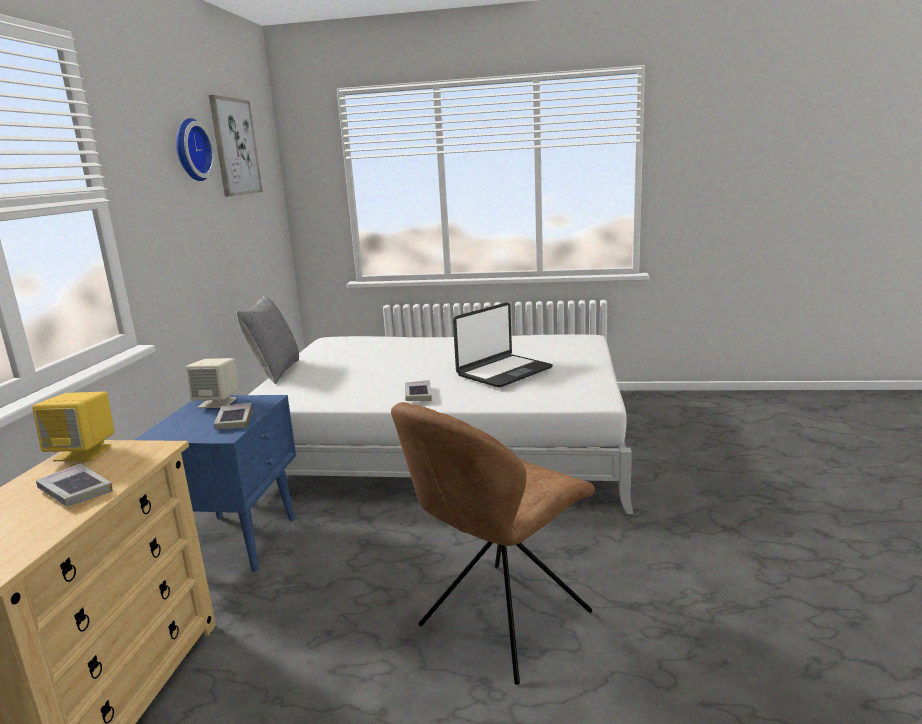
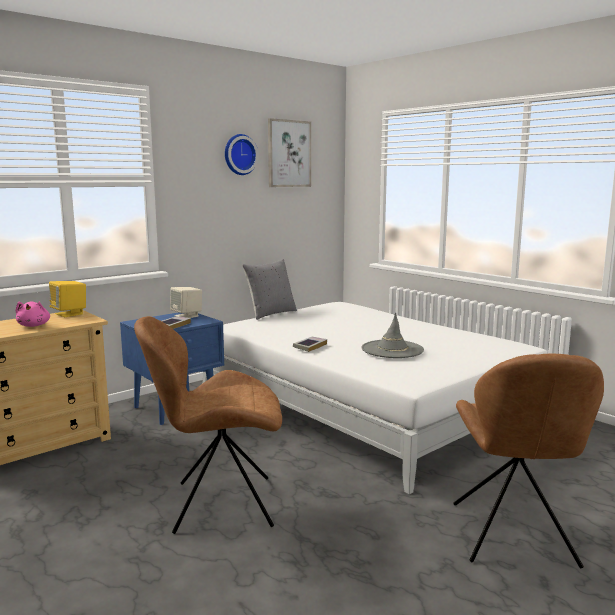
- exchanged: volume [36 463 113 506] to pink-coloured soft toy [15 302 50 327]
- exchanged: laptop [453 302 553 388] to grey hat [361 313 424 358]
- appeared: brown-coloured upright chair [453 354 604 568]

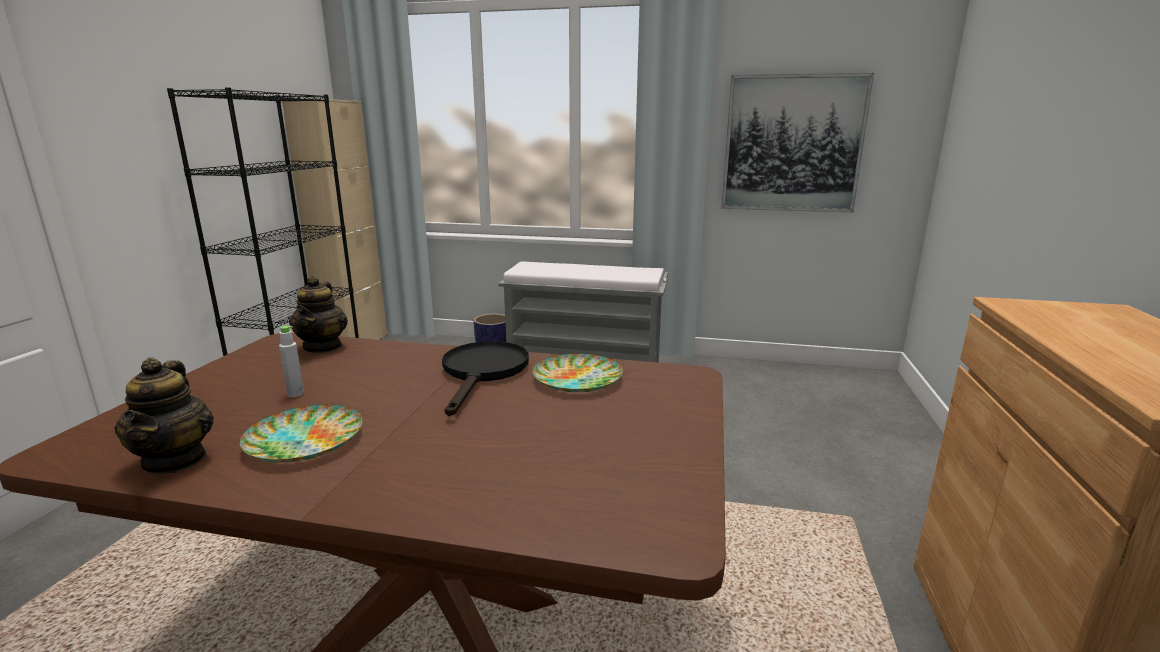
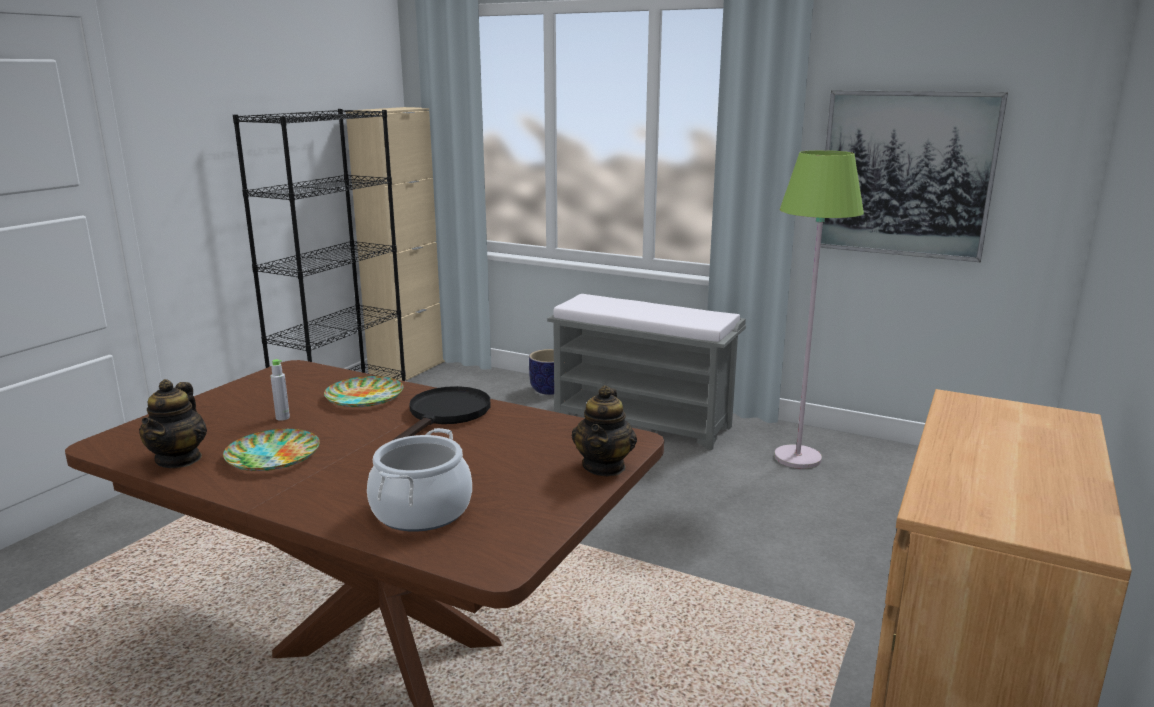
- relocated: pot for tea [289 276 348 353] to [572 385 637 476]
- relocated: flat dish [533 353 623 392] to [324 376 403 407]
- appeared: cooking pot [367 428 472 532]
- appeared: green-coloured floor lamp [774 150 864 469]

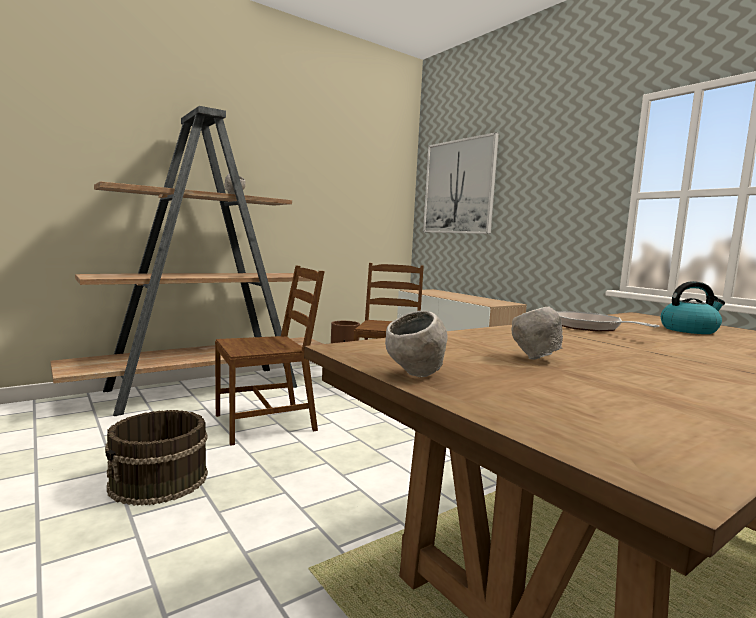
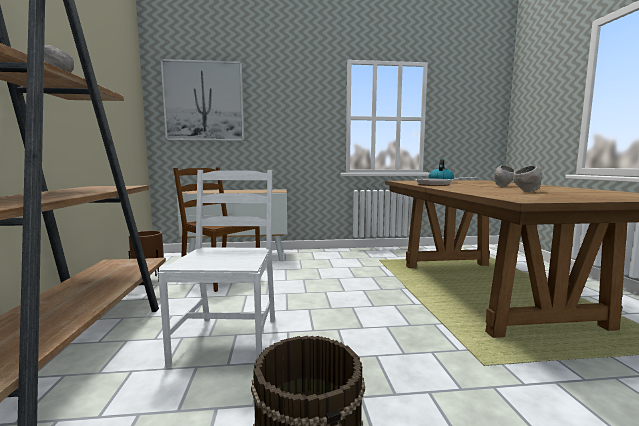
- colour: brown-coloured upright chair [215 266 325 446] to white upright chair [158 170 275 367]
- relocated: grey serving bowl [385 311 448 377] to [494 165 515 186]

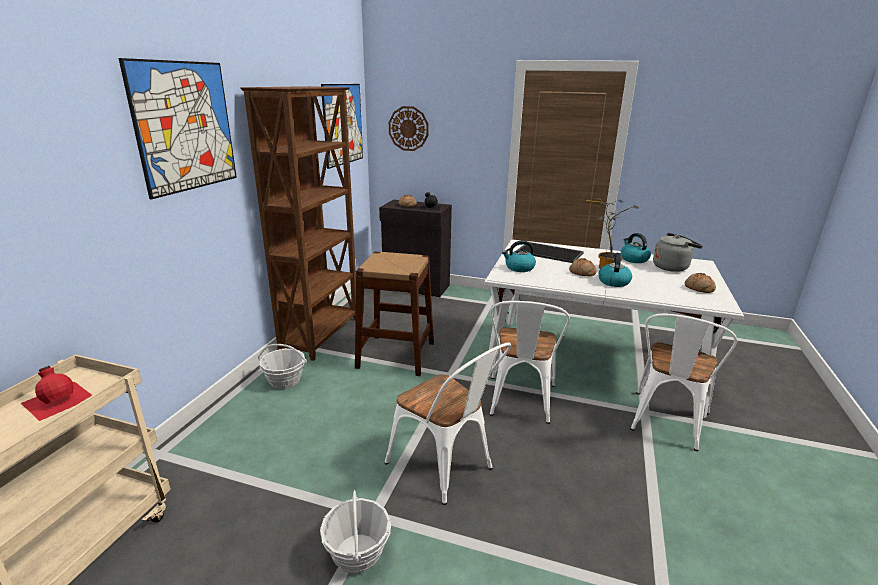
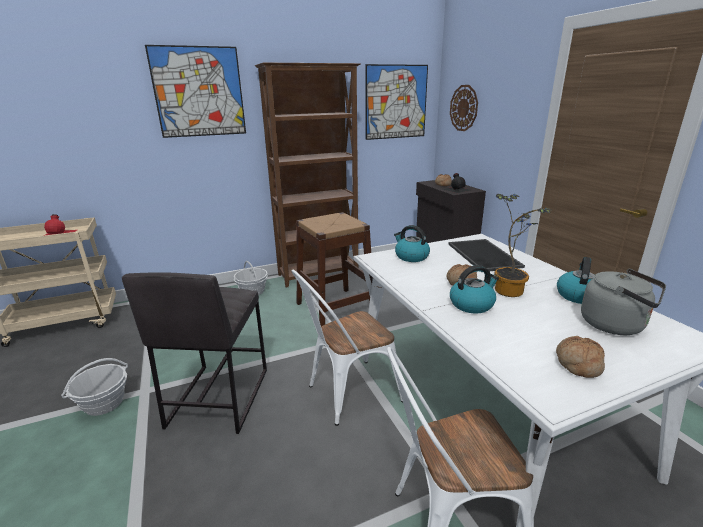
- exchanged: white upright chair [385 342 511 505] to grey sitting stool [122 273 267 434]

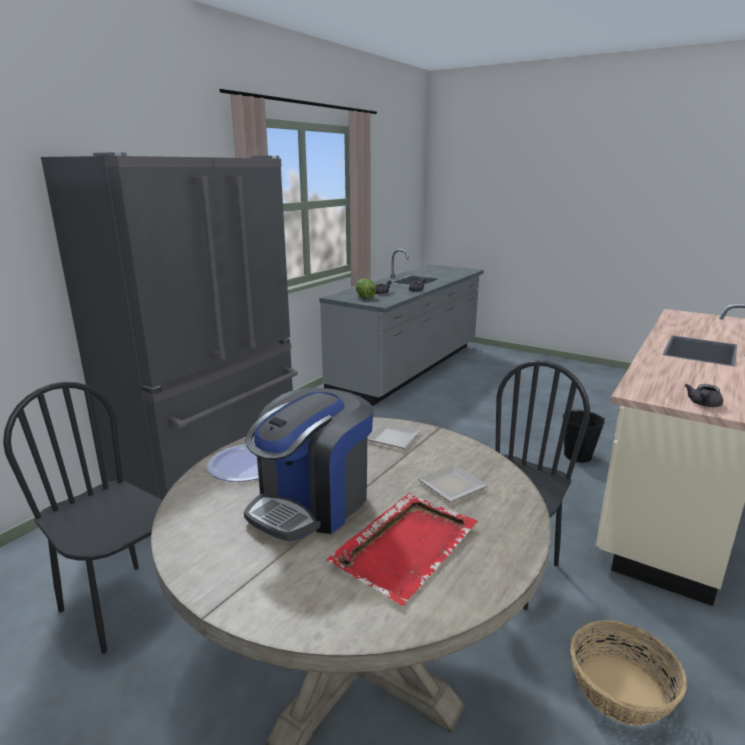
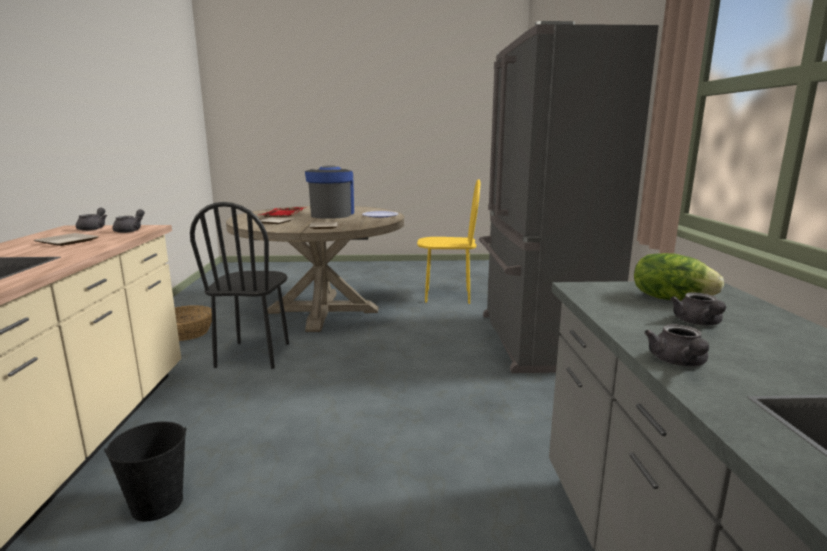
- colour: blackish upright chair [3 382 162 654] to yellow upright chair [417 179 480 304]
- appeared: flat dish [34 233 99 246]
- appeared: grey pot for tea [112 209 145 233]

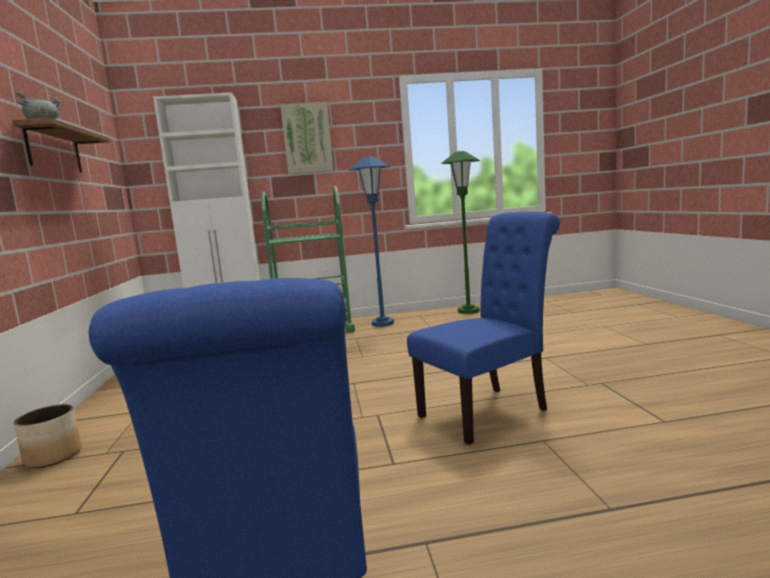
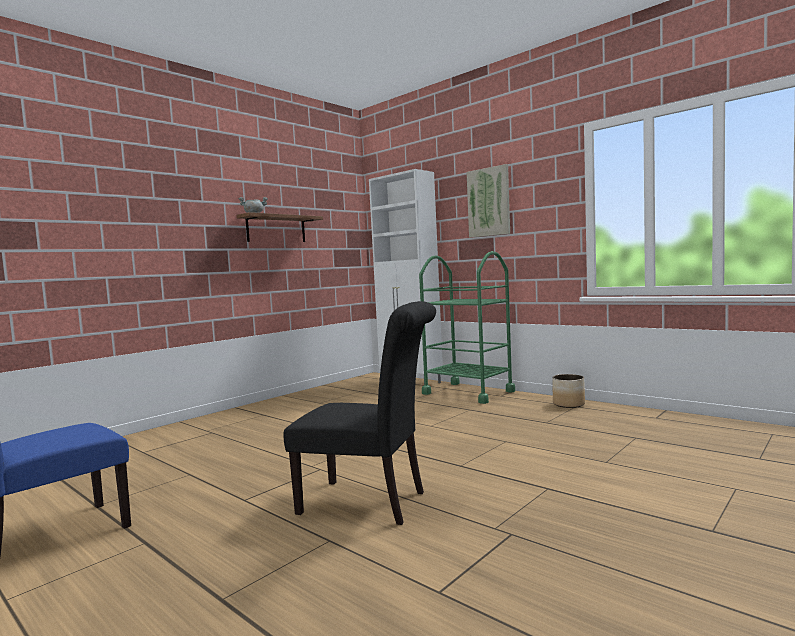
- relocated: plant pot [14 404 82 468] to [552 374 585 408]
- missing: bluish floor lamp [349 157 394 327]
- colour: bluish upright chair [407 212 560 445] to blackish upright chair [284 301 436 525]
- missing: green-coloured floor lamp [441 151 480 314]

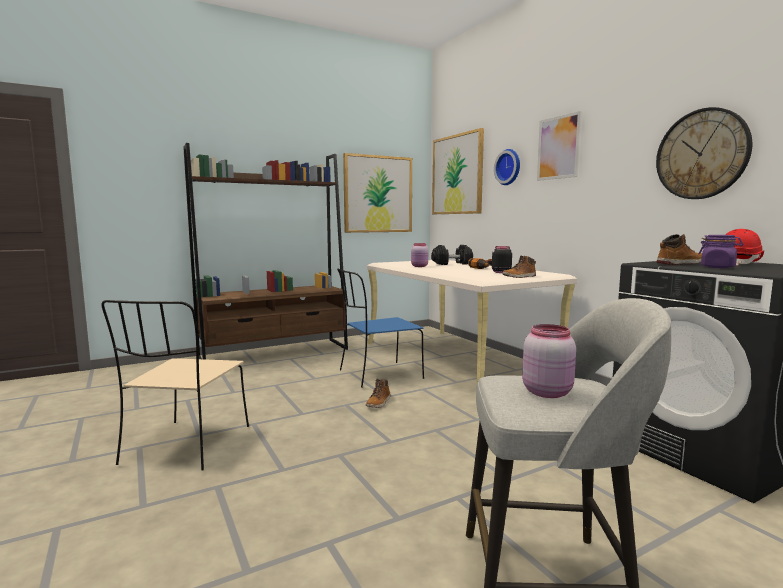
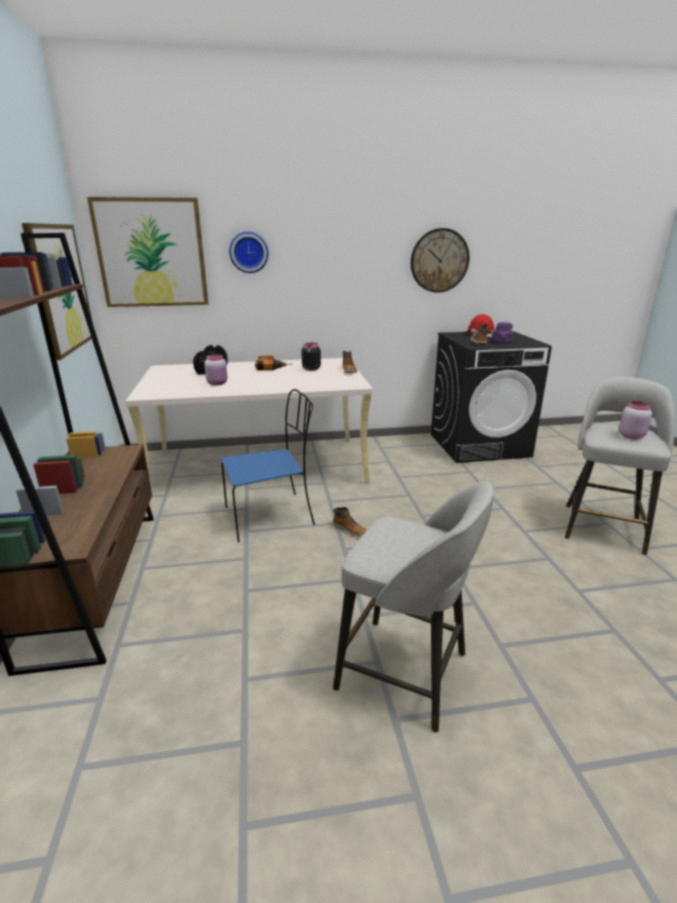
- exchanged: sand-coloured upright chair [102 300 249 471] to grey sitting stool [333 481 494 732]
- spun: bluish upright chair [337 269 424 388] = [221 389 315 542] 105 degrees counterclockwise
- missing: wall art [537 111 582 181]

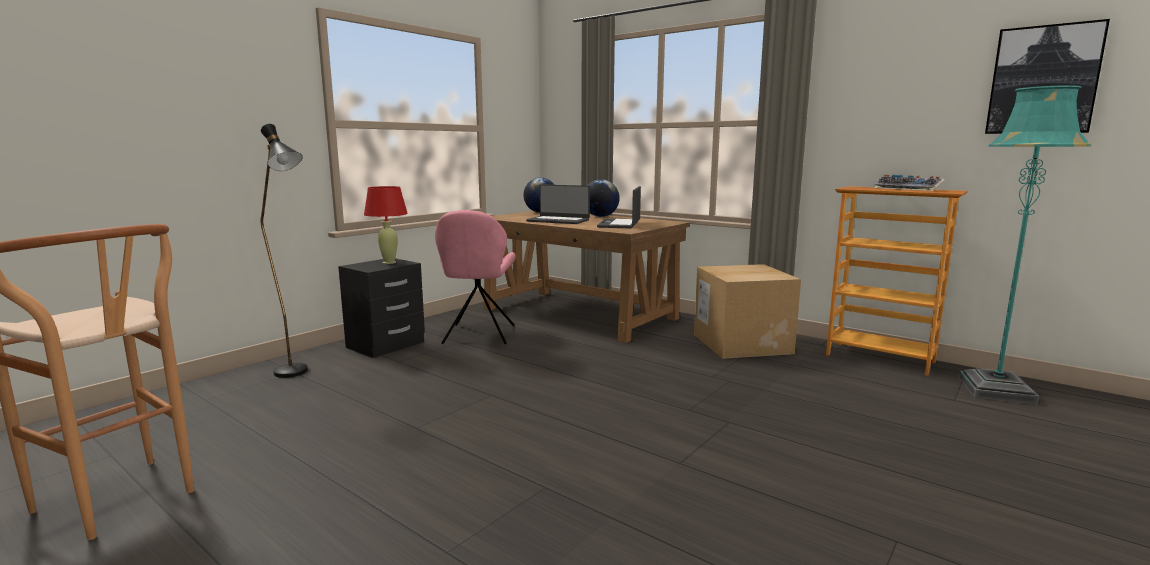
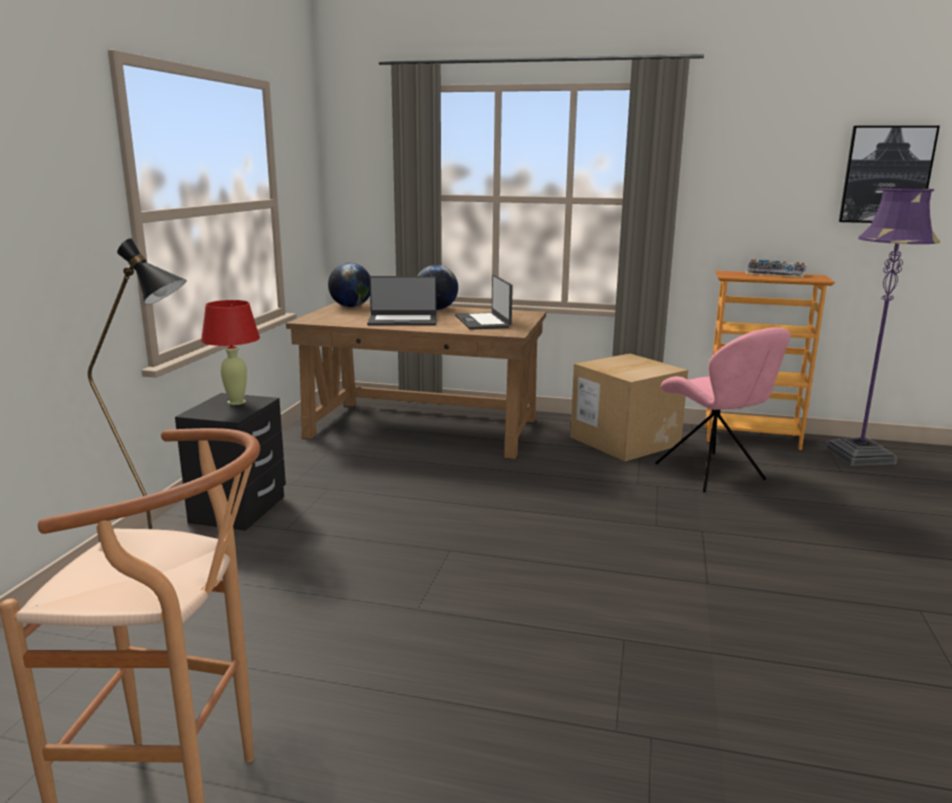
- relocated: pink-coloured upright chair [435 210 516 345] to [655 327 791 492]
- colour: turquoise floor lamp [959 85 1091 405] to purplish floor lamp [825 188 940 466]

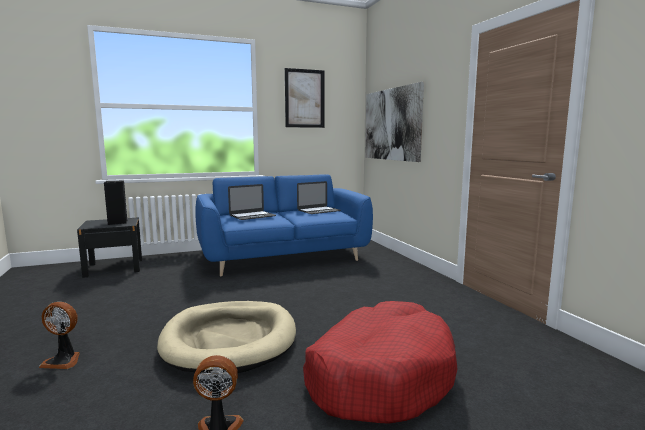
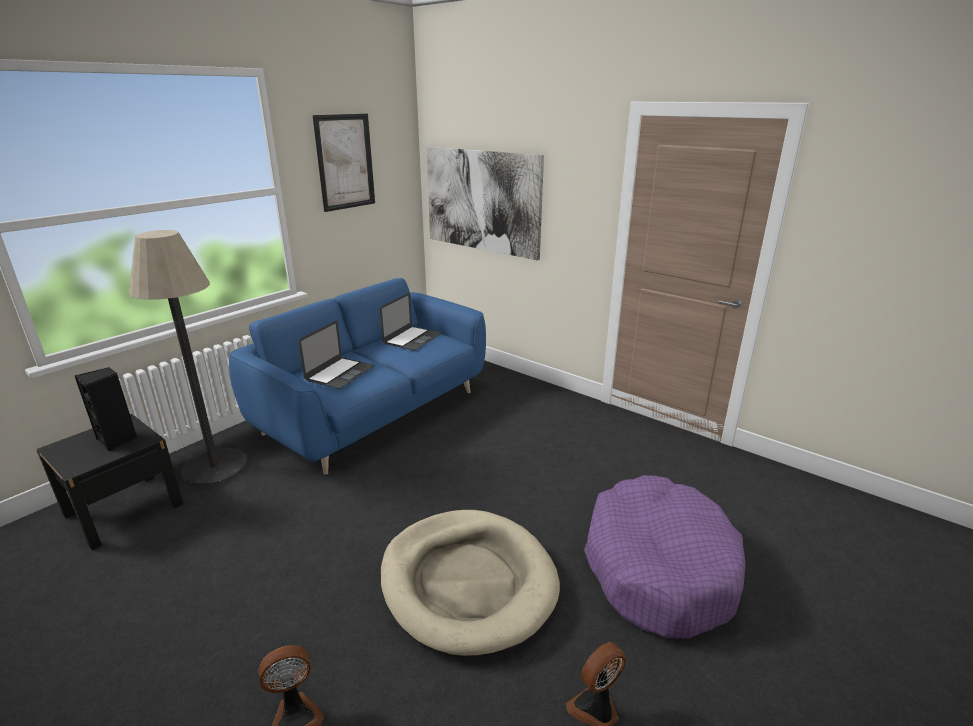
- colour: red dog cushion [303 301 457 424] to purplish dog cushion [584 475 746 639]
- appeared: floor lamp [129 230 247 486]

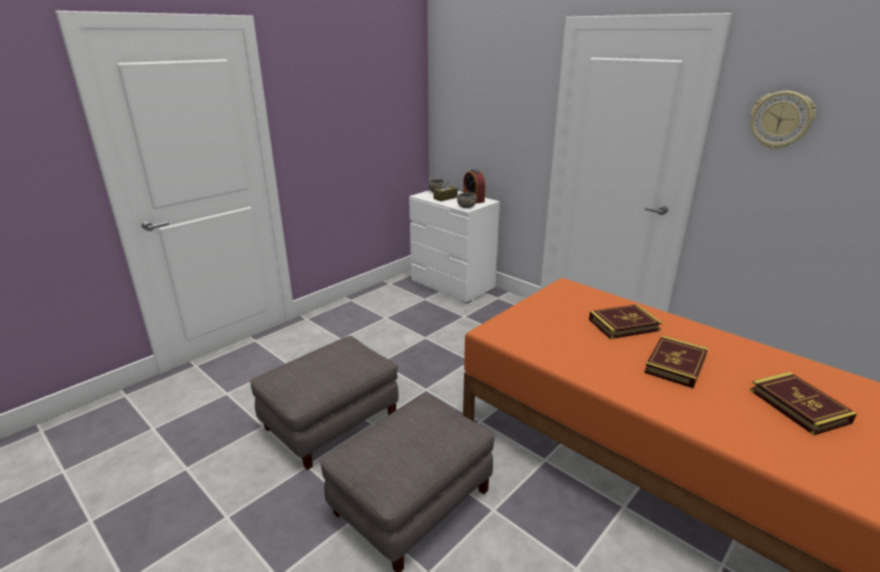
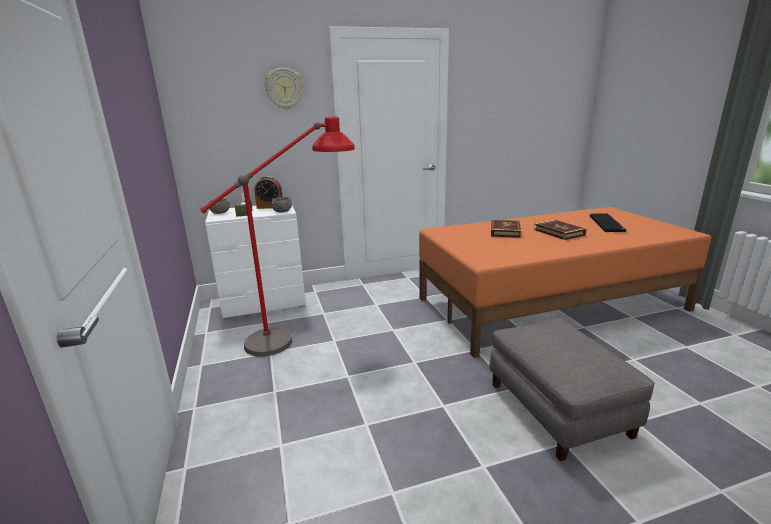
- missing: grey pouffe [250 336 399 470]
- relocated: wall clock [750 91 816 149] to [264 68 304 109]
- exchanged: volume [750 372 857 435] to computer keyboard [590 213 626 232]
- appeared: red floor lamp [200 116 355 356]

